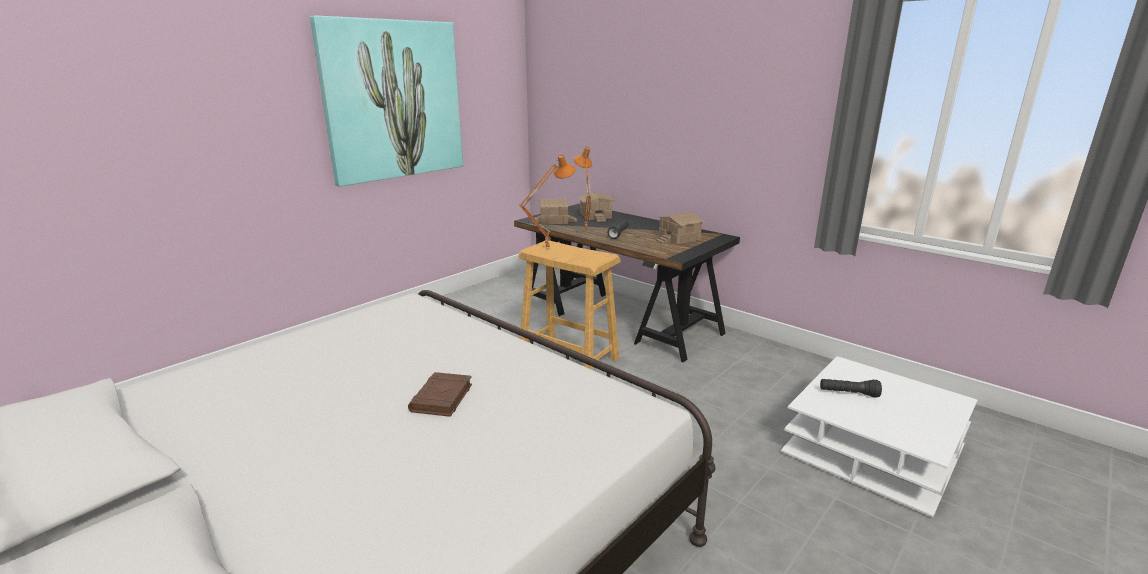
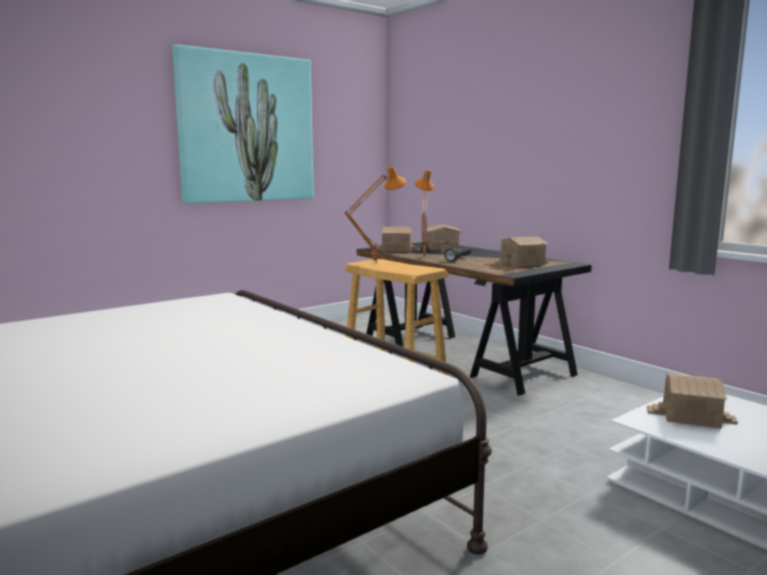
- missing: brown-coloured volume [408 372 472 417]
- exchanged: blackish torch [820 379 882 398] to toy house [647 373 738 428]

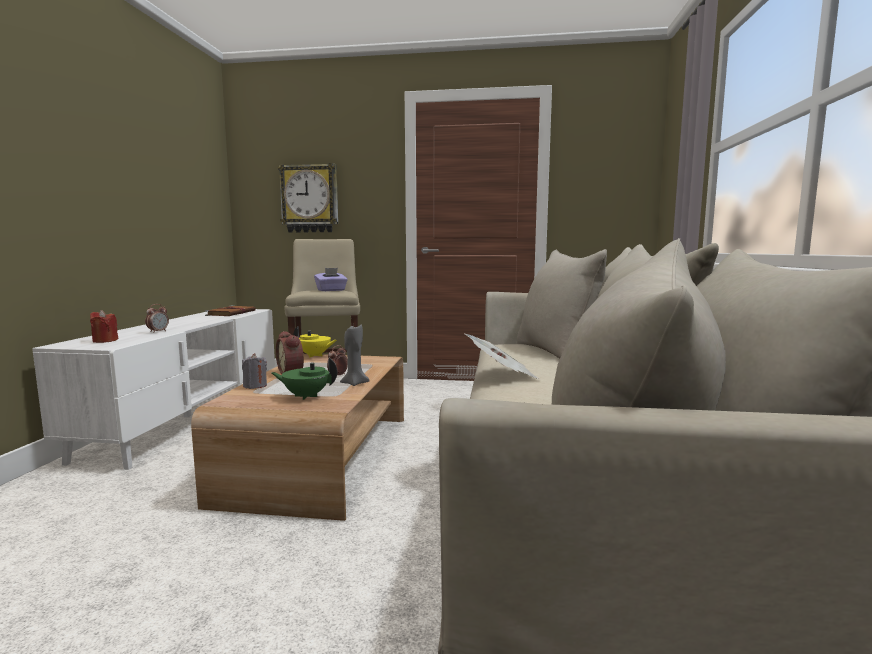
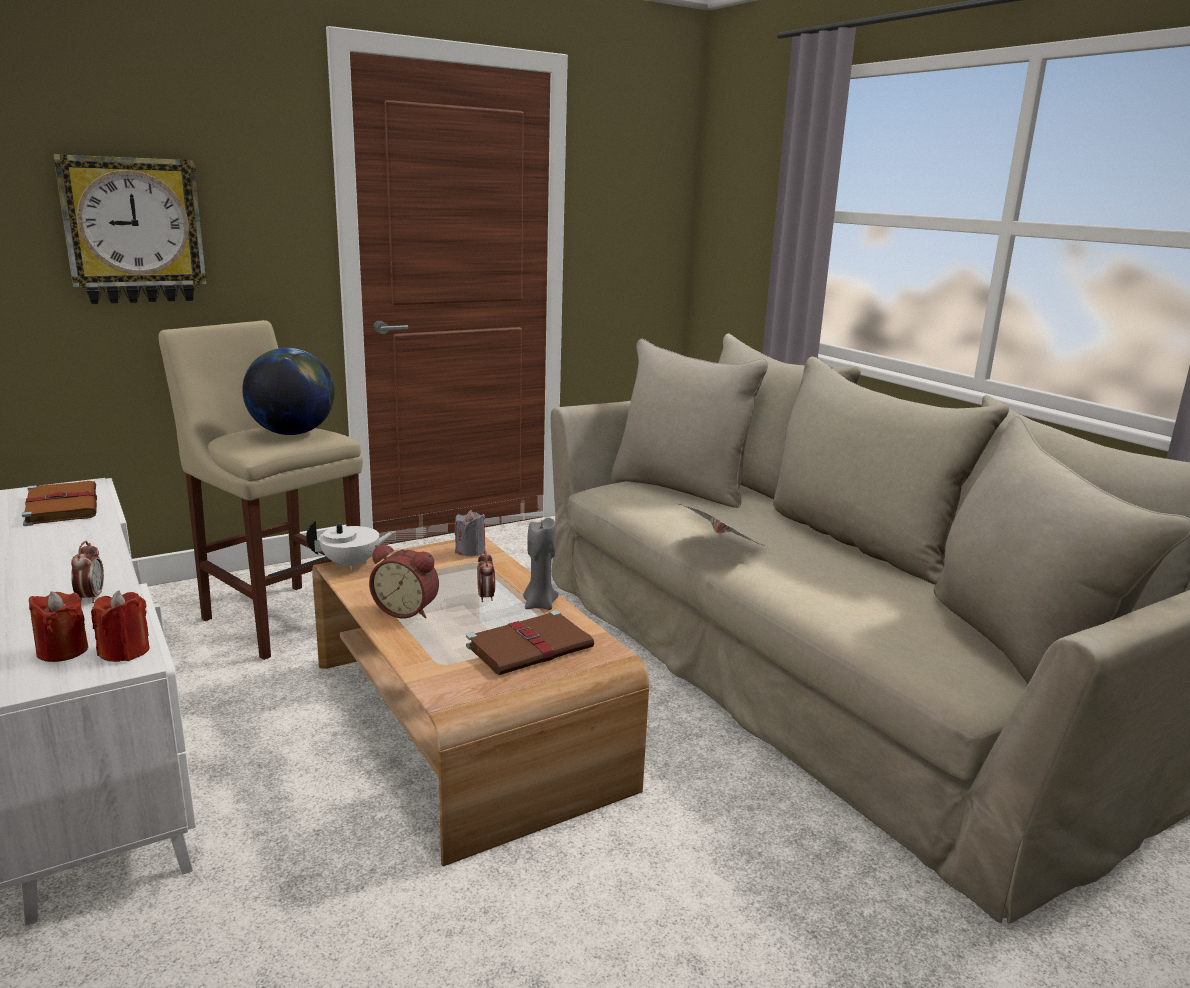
- relocated: grey candle [242 353 267 389] to [455 510 485 556]
- exchanged: green-coloured pot for tea [271 358 337 400] to brown-coloured volume [466 610 594 675]
- colour: yellow pot for tea [293 326 337 358] to white pot for tea [306 519 395 571]
- exchanged: purplish tissue box [314 268 348 291] to desk globe [242 348 335 435]
- appeared: red candle [91 590 150 662]

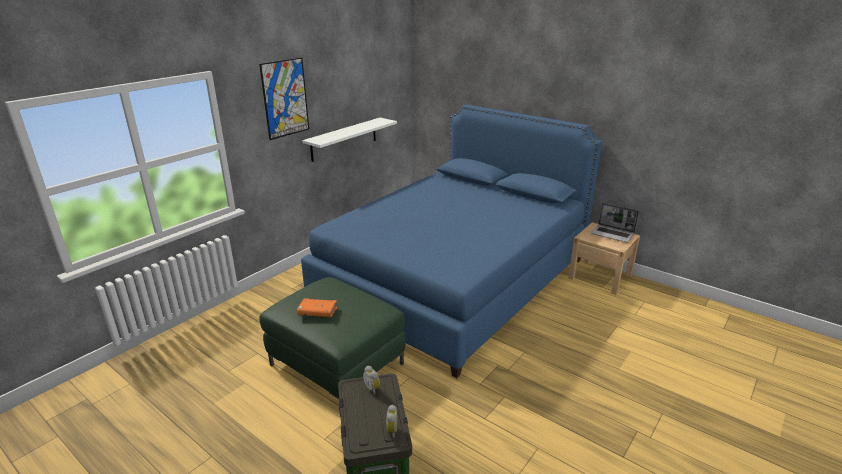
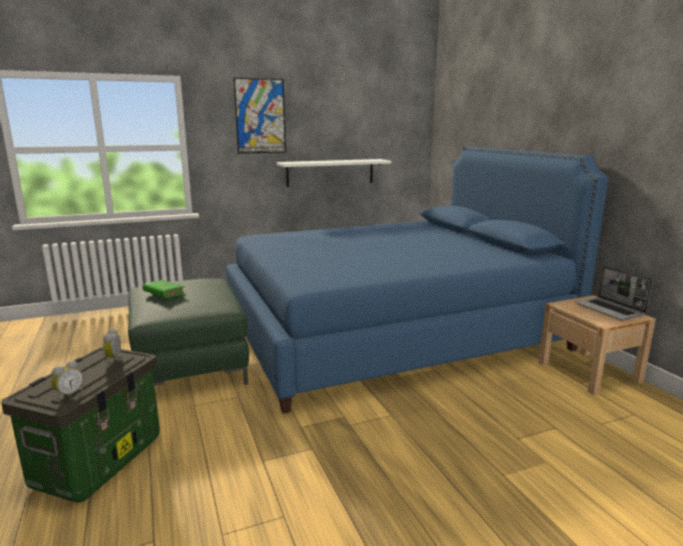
- colour: orange volume [297 298 337 317] to green-coloured volume [142 280 186 298]

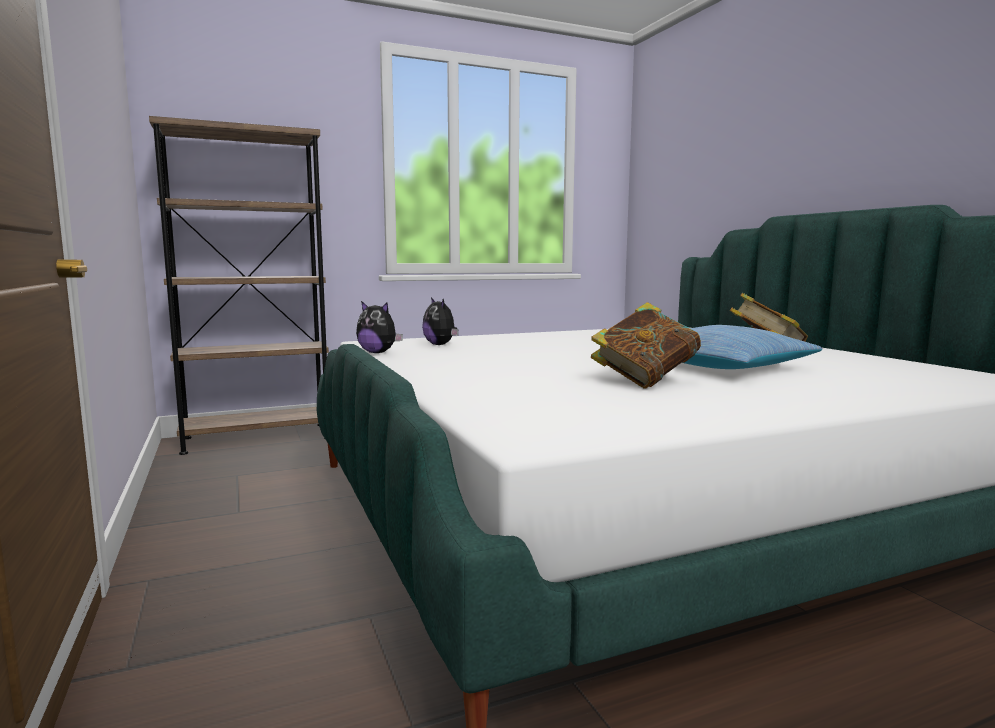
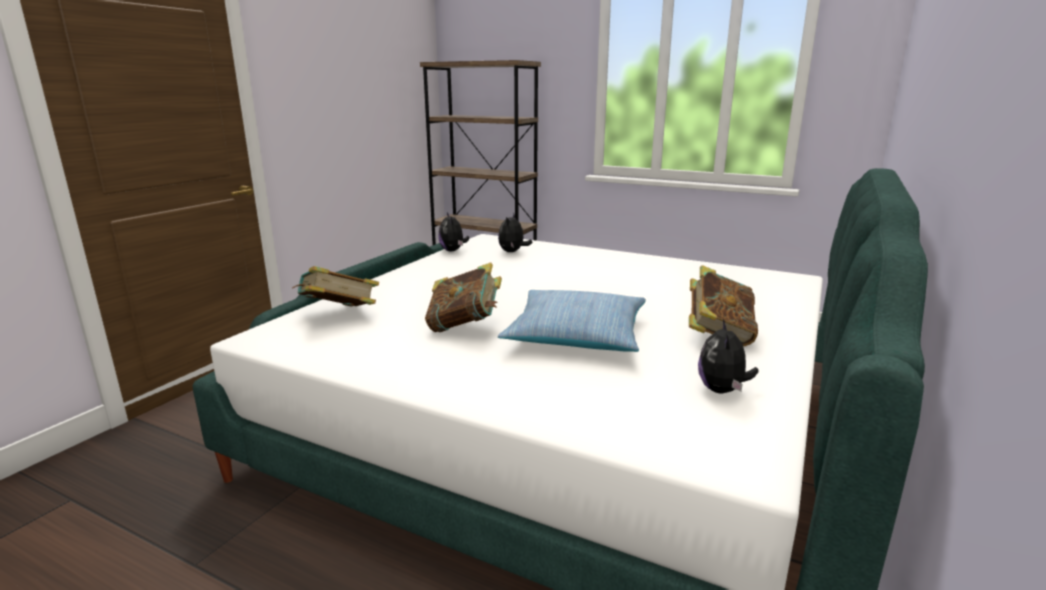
- appeared: volume [292 266 379 307]
- appeared: soft toy [698 320 759 393]

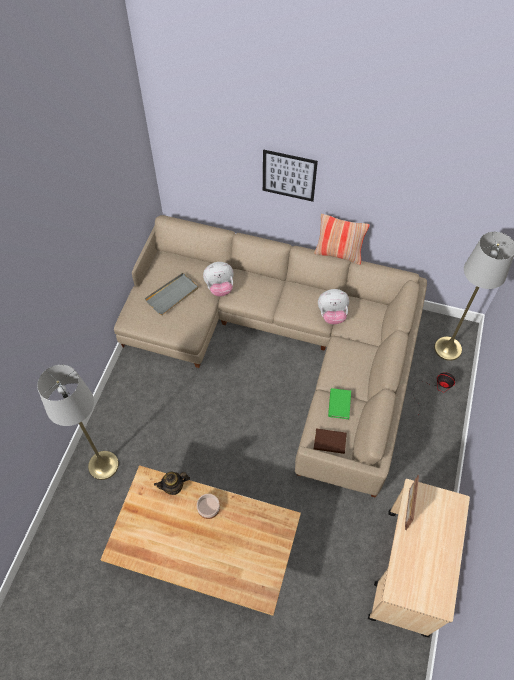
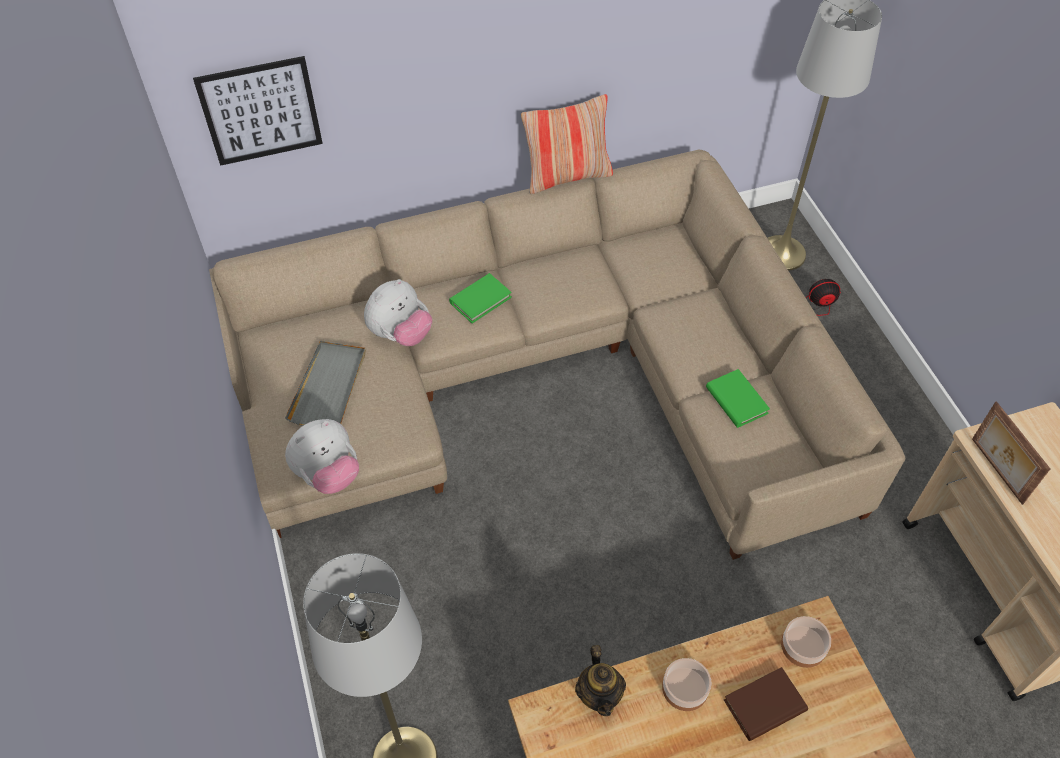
- spun: pot for tea [154 472 190 495] = [575 645 626 716] 45 degrees counterclockwise
- relocated: wall art [263 149 318 202] to [193 56 323 166]
- relocated: brown-coloured volume [314 428 347 454] to [724 667 808 741]
- relocated: soft toy [318 289 349 325] to [285 419 359 494]
- appeared: green-coloured volume [449 273 512 323]
- appeared: serving bowl [781 616 831 668]

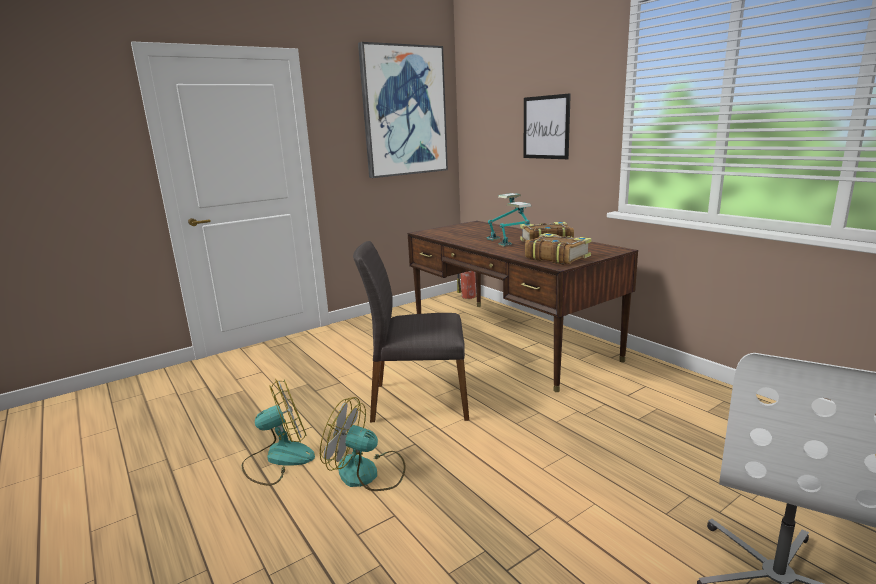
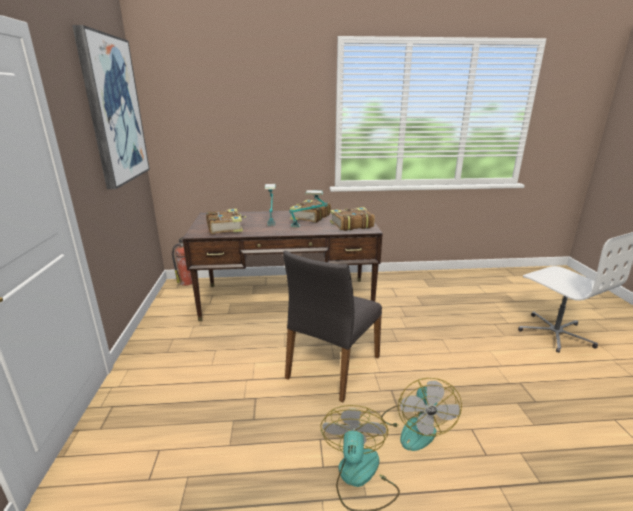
- spun: cooling fan [320 397 406 491] = [381 378 462 451] 45 degrees counterclockwise
- missing: wall art [523 93 571 159]
- appeared: volume [206 209 246 234]

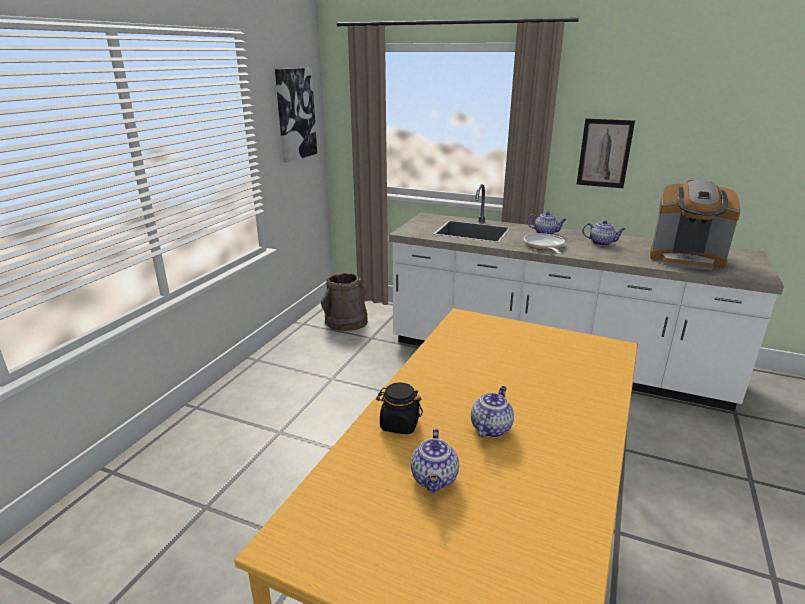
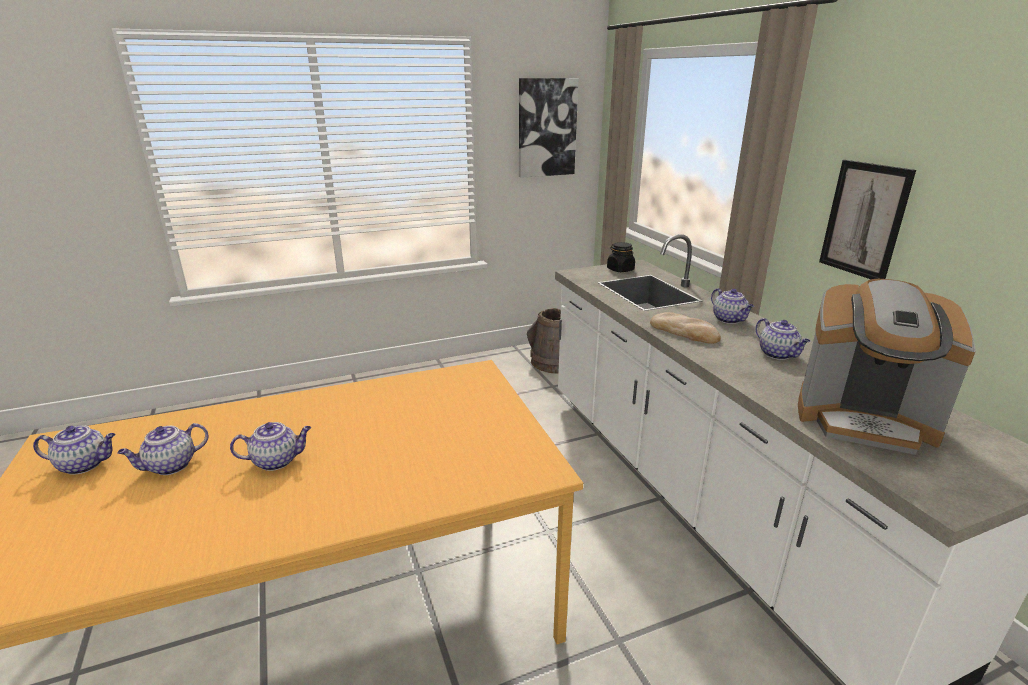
- relocated: blackish storage jar [376 382 423 434] to [607 242 635 272]
- exchanged: frying pan [524 233 565 254] to bakery bread [650 312 721 344]
- spun: coffee machine [650 180 741 271] = [798 279 976 455] 45 degrees counterclockwise
- appeared: pot for tea [33 425 116 475]

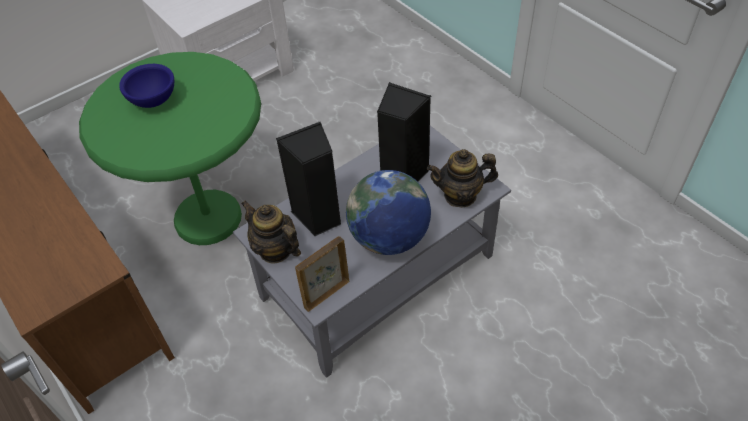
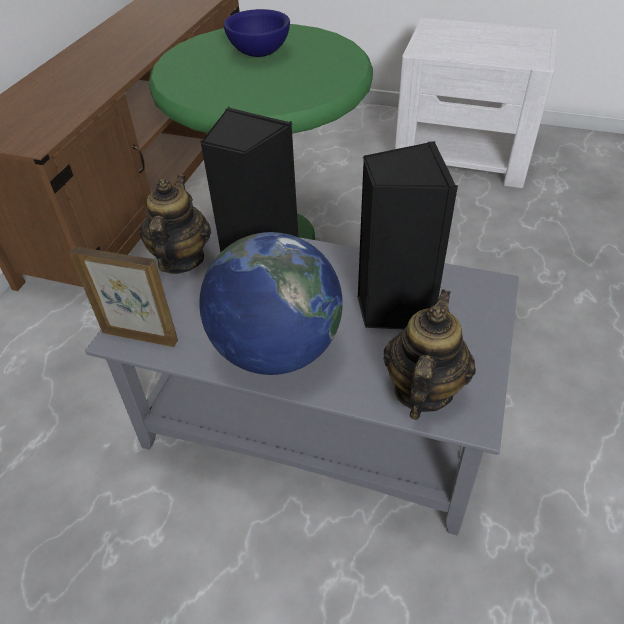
- spun: pot for tea [427 149 498 208] = [383 289 476 420] 60 degrees clockwise

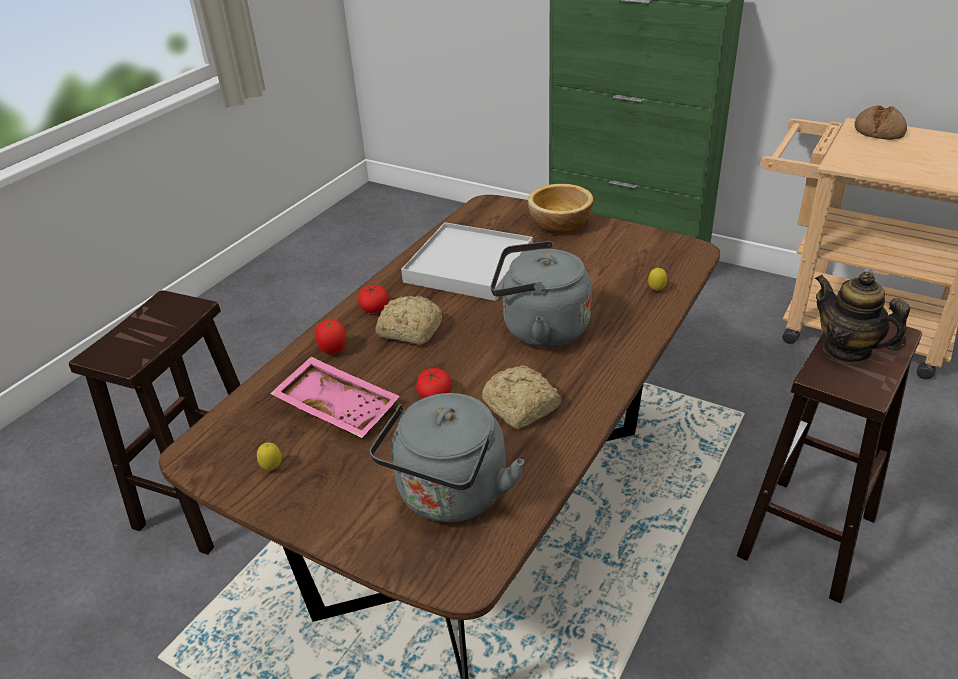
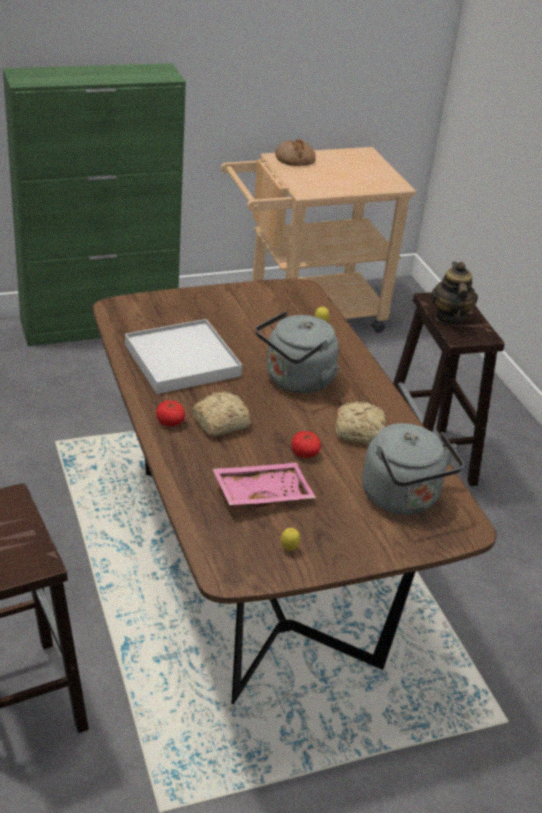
- missing: whole tomato [315 319 346 354]
- missing: serving bowl [528 184 594 234]
- spun: pot for tea [815 271 910 364] = [431 262 478 324] 90 degrees clockwise

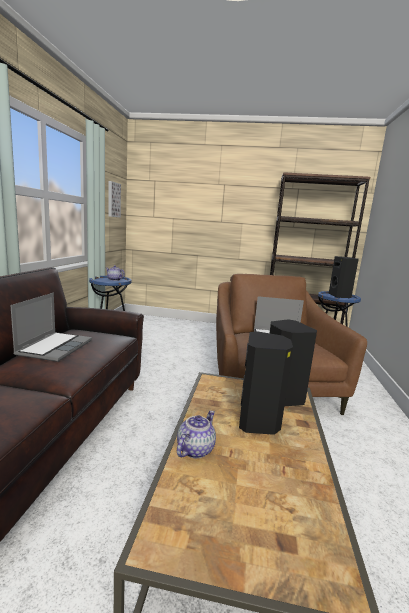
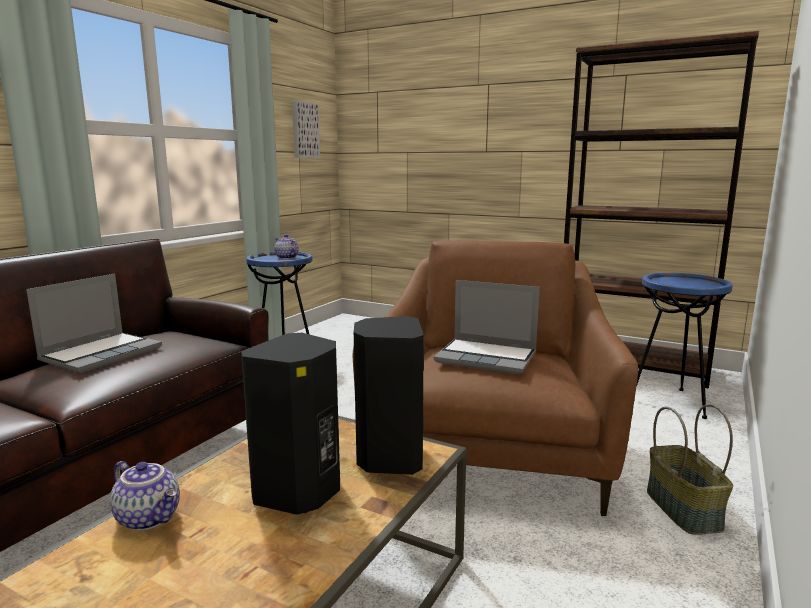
- spun: pot for tea [177 411 216 458] = [110 461 180 531] 75 degrees clockwise
- missing: blackish audio speaker [329 256 359 299]
- appeared: basket [647 404 733 535]

